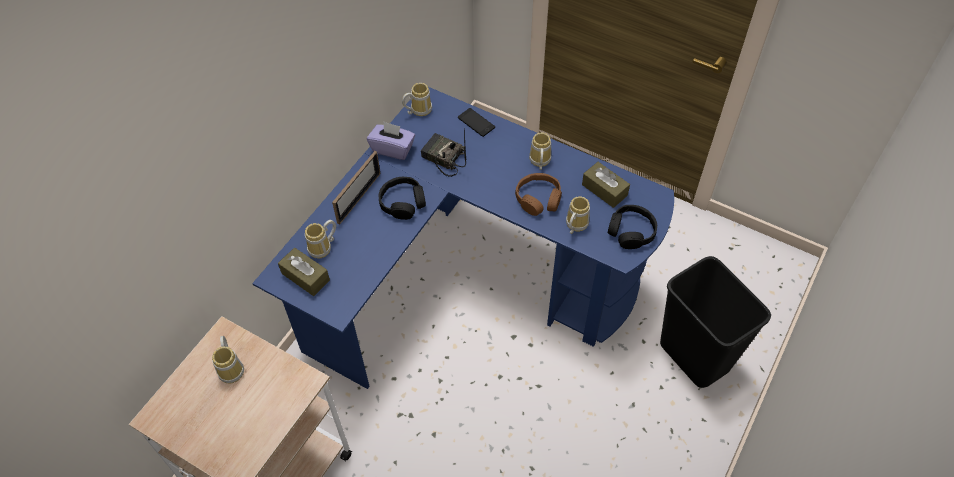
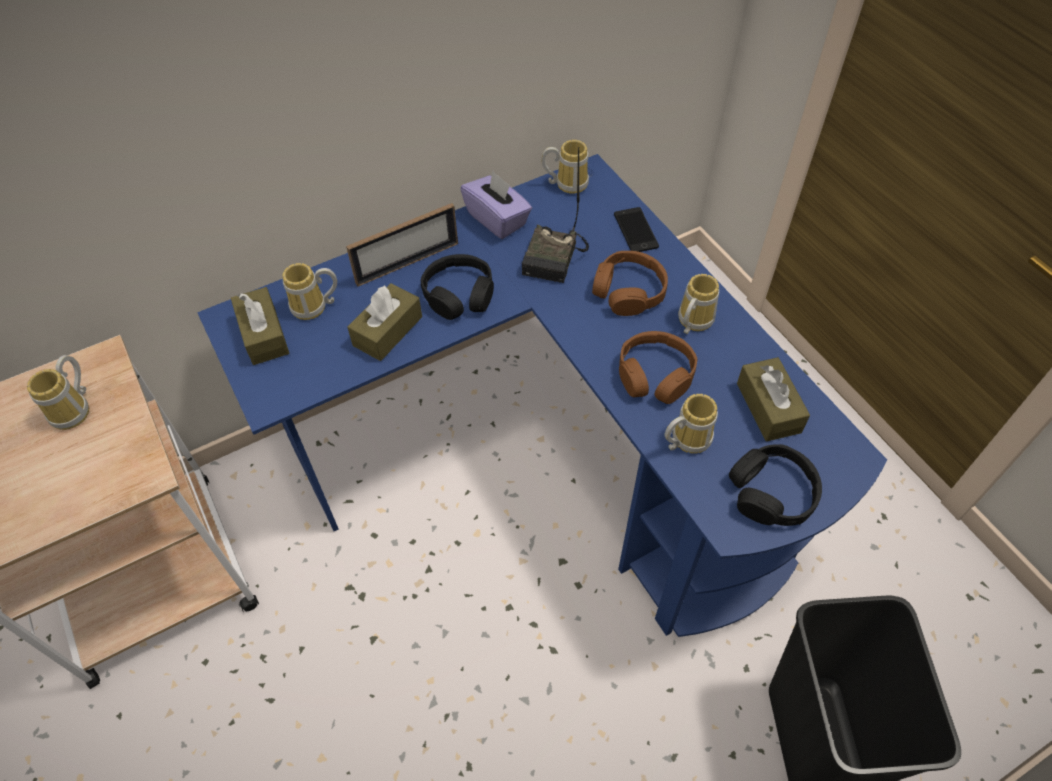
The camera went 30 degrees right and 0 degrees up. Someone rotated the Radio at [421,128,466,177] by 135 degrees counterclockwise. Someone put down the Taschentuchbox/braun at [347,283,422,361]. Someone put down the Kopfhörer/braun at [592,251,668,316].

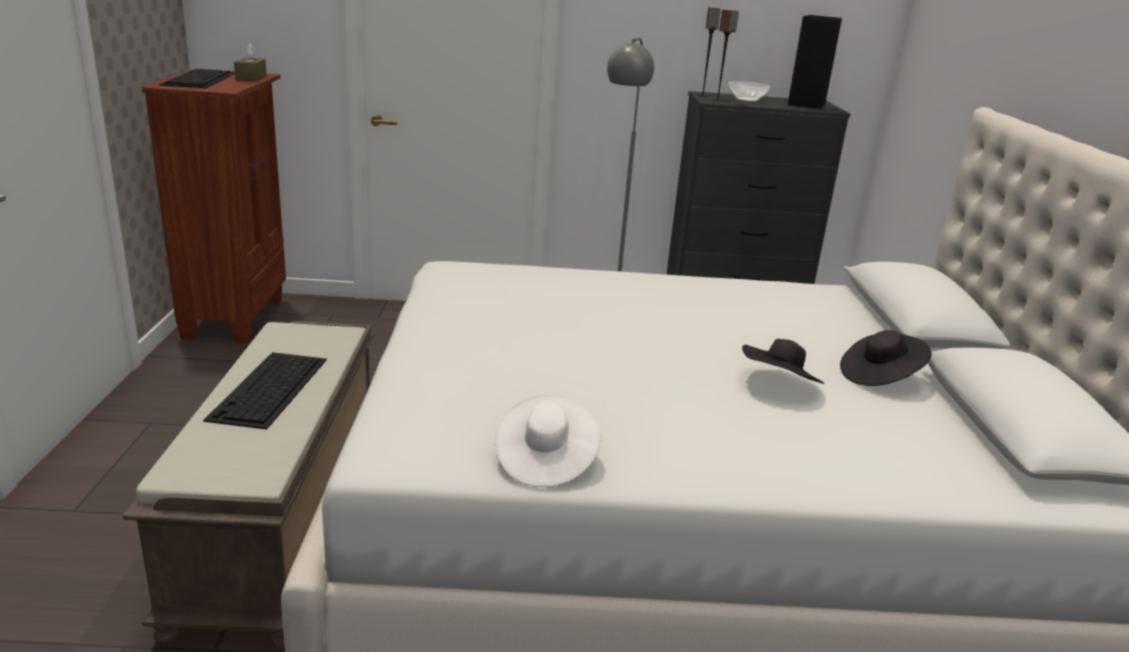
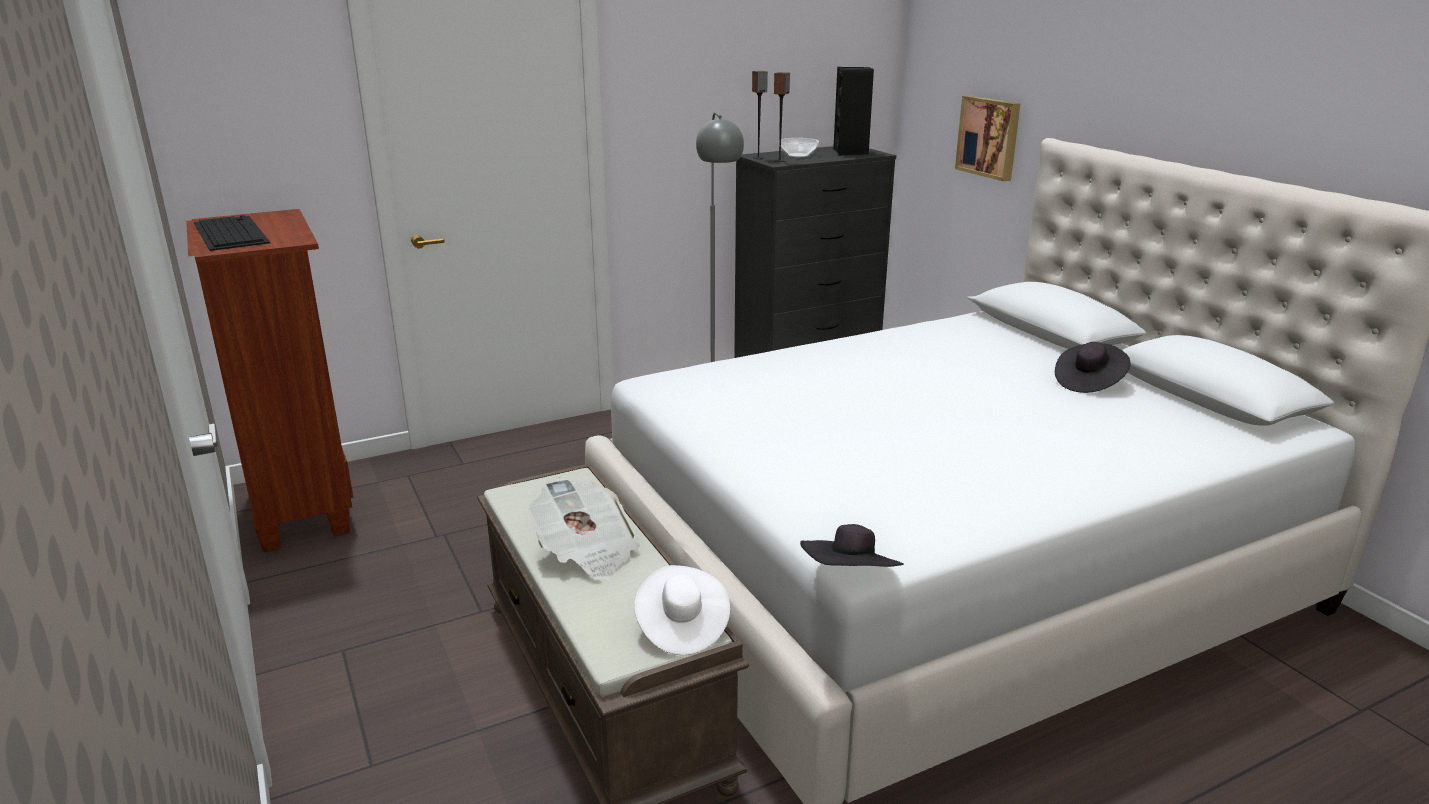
The camera went 25 degrees left and 0 degrees up. Someone swapped the Tastatur at [203,352,327,430] for the Zeitung at [529,478,640,581]. Someone took away the Taschentuchbox/braun at [234,43,267,81]. Someone carried the Hut/weiß from [495,394,601,487] to [634,565,730,655]. Someone carried the Hut/schwarz from [742,339,824,384] to [800,524,904,567]. Someone put up the Bild at [955,96,1021,181].

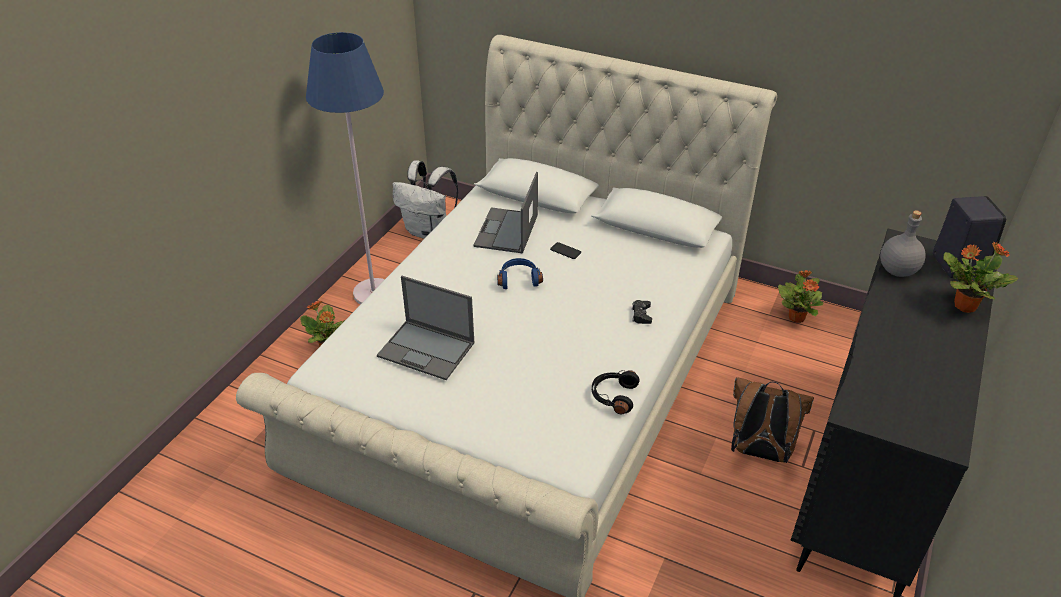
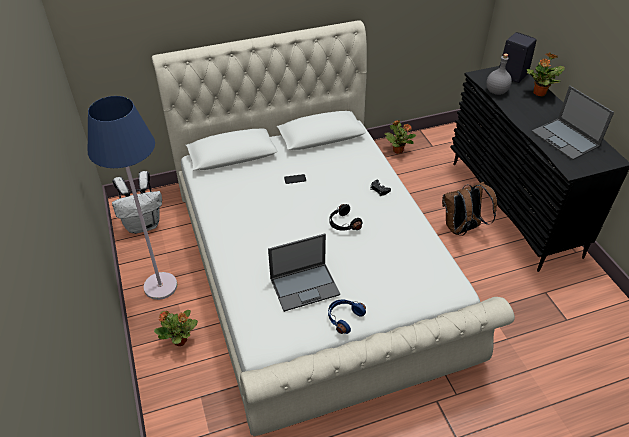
The camera went 45 degrees left and 5 degrees up. Someone carried the Laptop from [474,172,538,254] to [531,86,614,160]. Someone carried the Kopfhörer/blau from [497,258,543,289] to [328,299,366,334]. Someone carried the Kopfhörer/schwarz from [592,370,640,414] to [329,204,362,231].

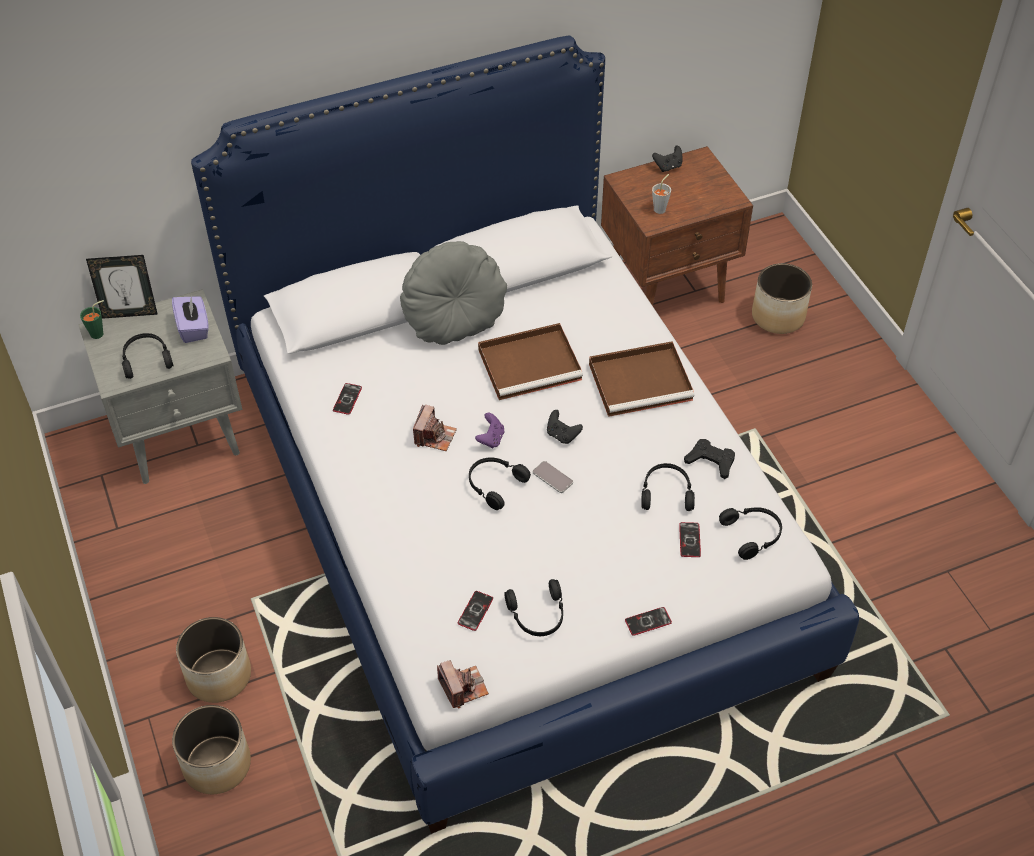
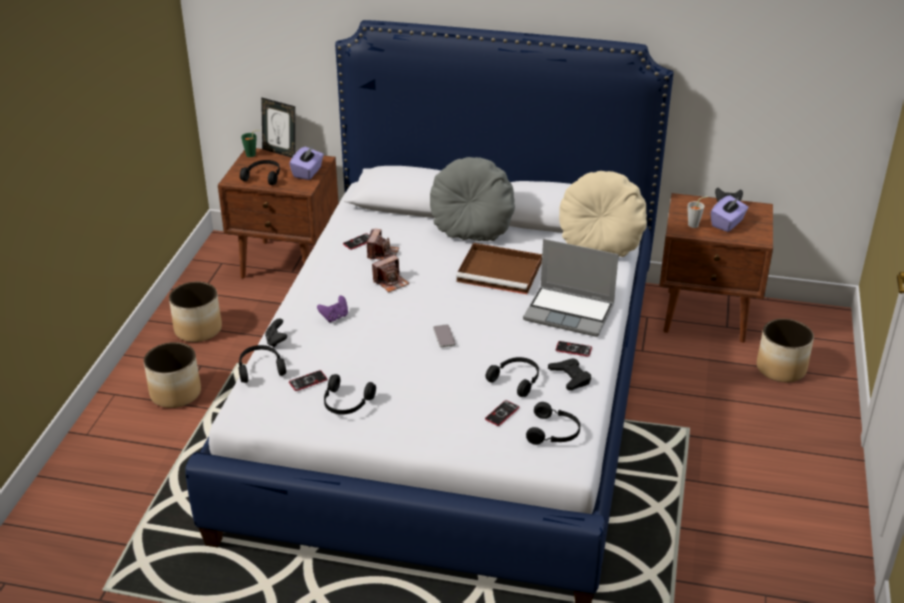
The camera went 35 degrees right and 15 degrees down. Someone repainted the Nachttisch/grau at [78,289,242,484], which became the Nachttisch/braun at [218,148,339,278]. Someone carried the Pflanzkübel from [172,705,251,794] to [169,282,222,342]. Someone carried the Kamera from [437,660,489,709] to [367,228,399,260]. Someone carried the Kopfhörer/schwarz from [469,457,531,510] to [238,345,286,383]. Someone carried the Gamepad/lila from [475,413,504,448] to [317,296,348,323]. Someone carried the Gamepad/schwarz from [547,410,583,444] to [265,318,287,348]. Someone swapped the Tablett/braun at [589,341,694,417] for the Laptop at [523,239,619,337]. Someone carried the Handy from [625,607,672,636] to [556,341,592,356]. Someone put down the Kissen/beige at [559,171,647,257]. Someone put down the Taschentuchbox/lila at [711,195,748,232].

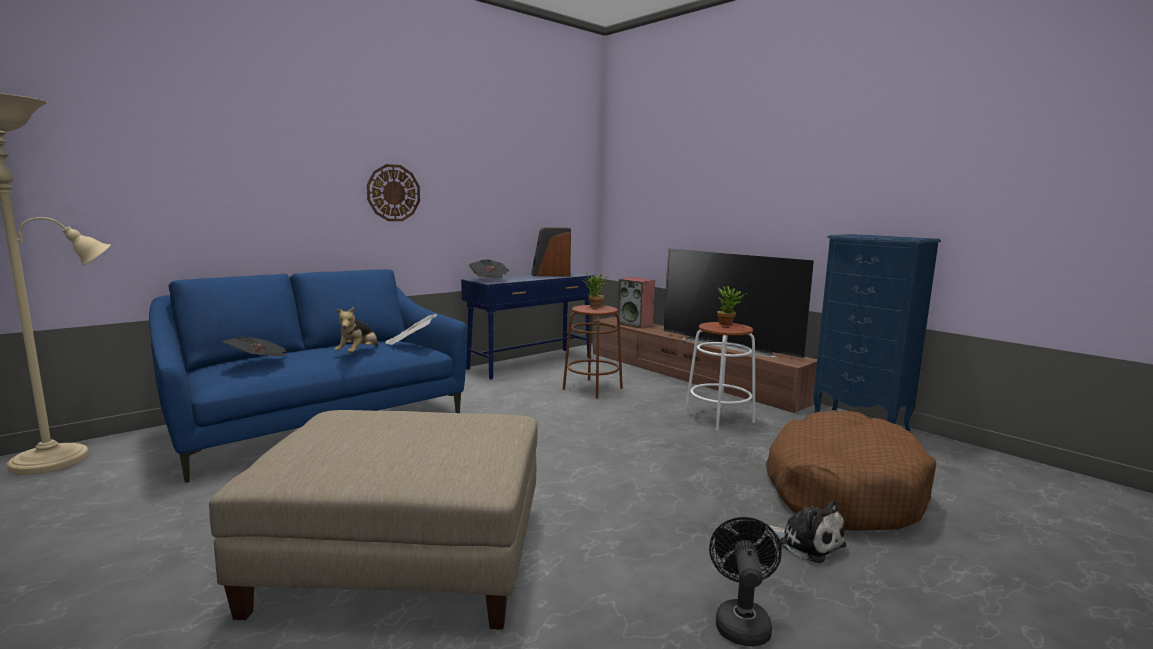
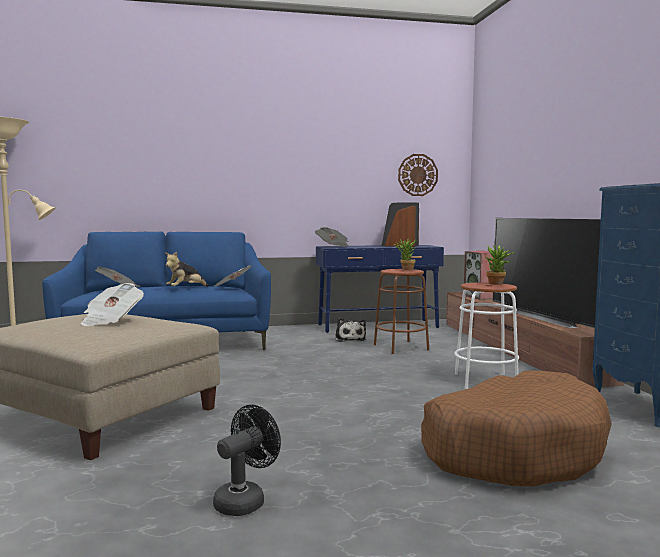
The camera went 30 degrees right and 5 degrees down. Someone carried the Wanduhr from [367,164,420,221] to [398,154,438,196]. Someone carried the Plüschtier from [766,500,846,563] to [335,318,366,342]. Someone put down the Zeitung at [81,283,144,326].

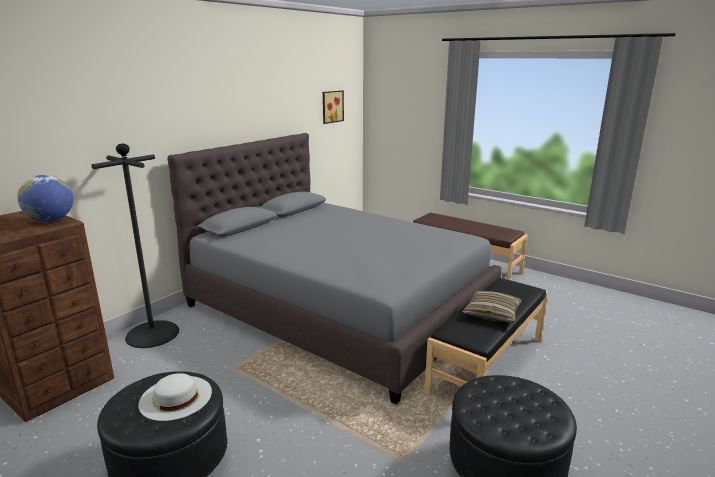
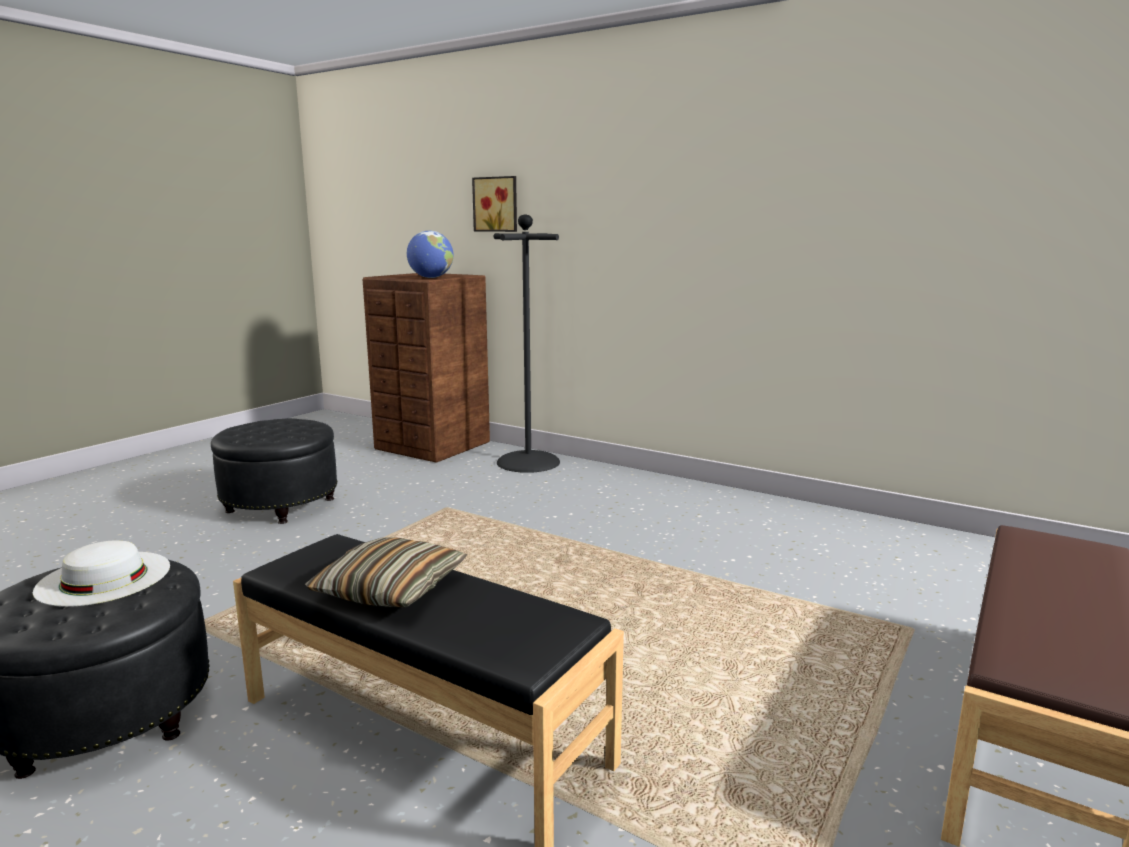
The camera went 85 degrees right and 5 degrees down. Someone carried the Hut/weiß from [138,373,212,421] to [33,541,170,607]. Someone took away the Bett/grau at [168,133,502,404]. Someone carried the Bild from [323,90,344,124] to [472,176,517,232].

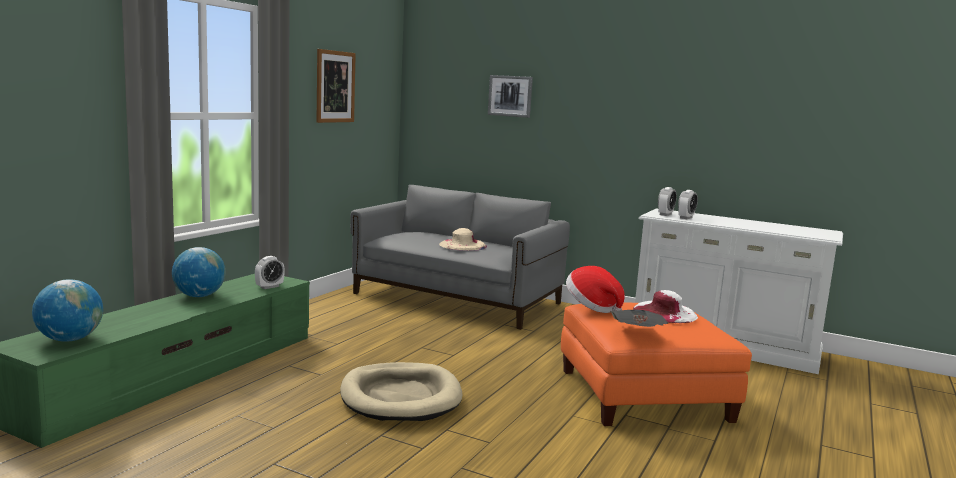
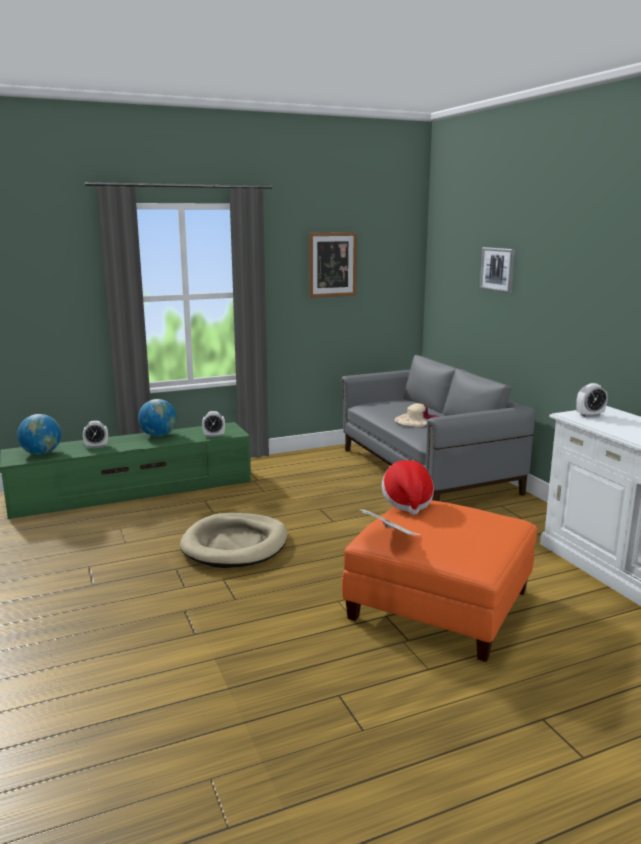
The camera went 40 degrees right and 5 degrees up. Someone took away the Hut/weiß at [633,290,698,323]. Someone carried the Wecker from [678,190,698,219] to [83,421,108,448].

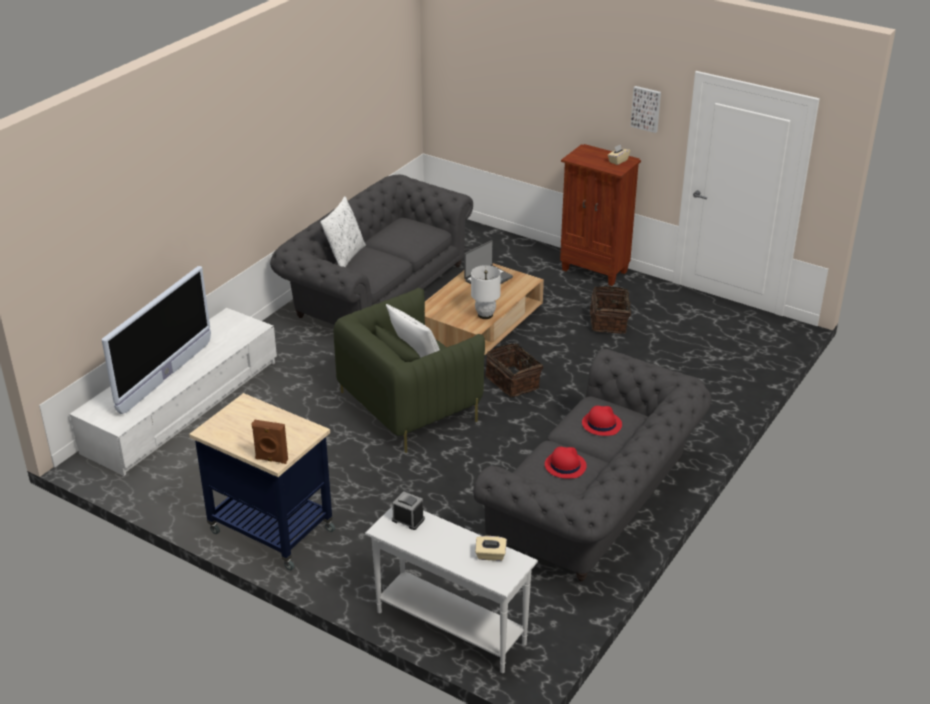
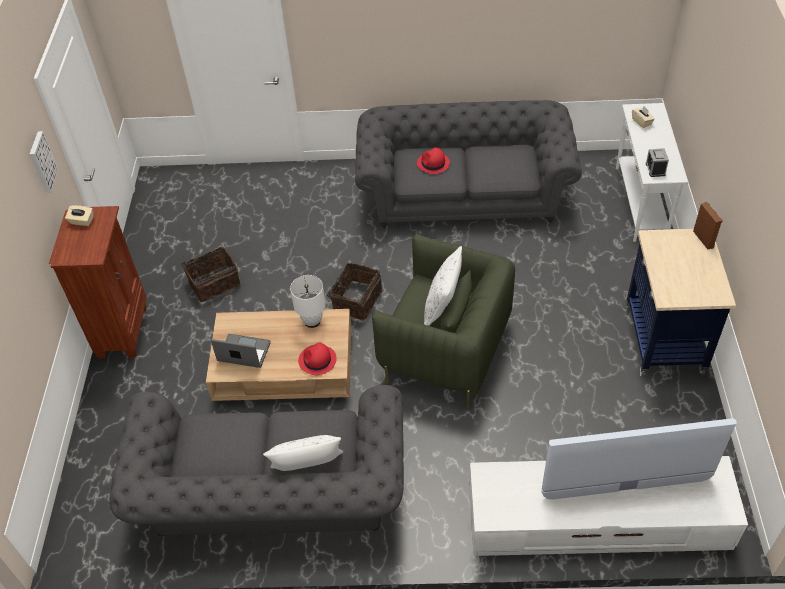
The camera went 120 degrees left and 15 degrees up. Someone carried the Hut/rot from [545,447,587,478] to [298,342,337,375].

